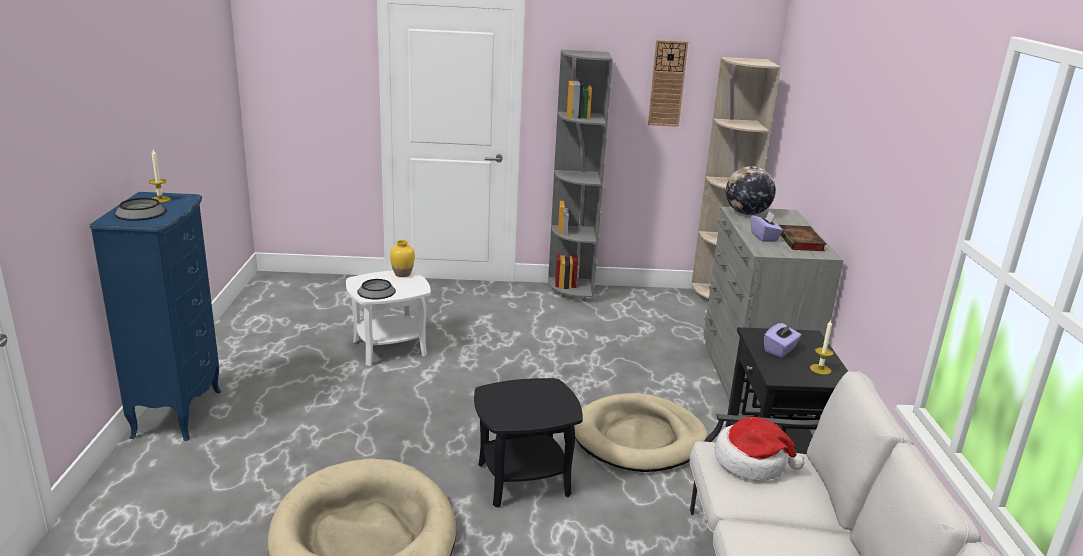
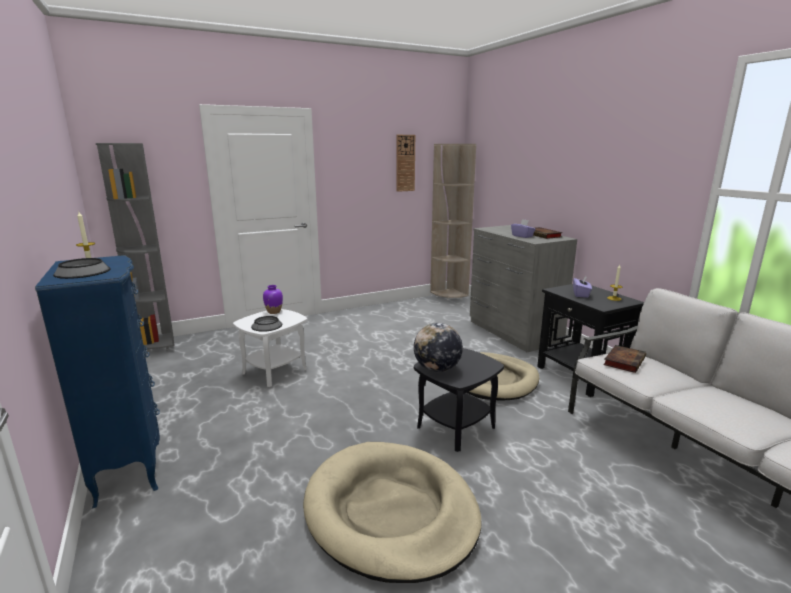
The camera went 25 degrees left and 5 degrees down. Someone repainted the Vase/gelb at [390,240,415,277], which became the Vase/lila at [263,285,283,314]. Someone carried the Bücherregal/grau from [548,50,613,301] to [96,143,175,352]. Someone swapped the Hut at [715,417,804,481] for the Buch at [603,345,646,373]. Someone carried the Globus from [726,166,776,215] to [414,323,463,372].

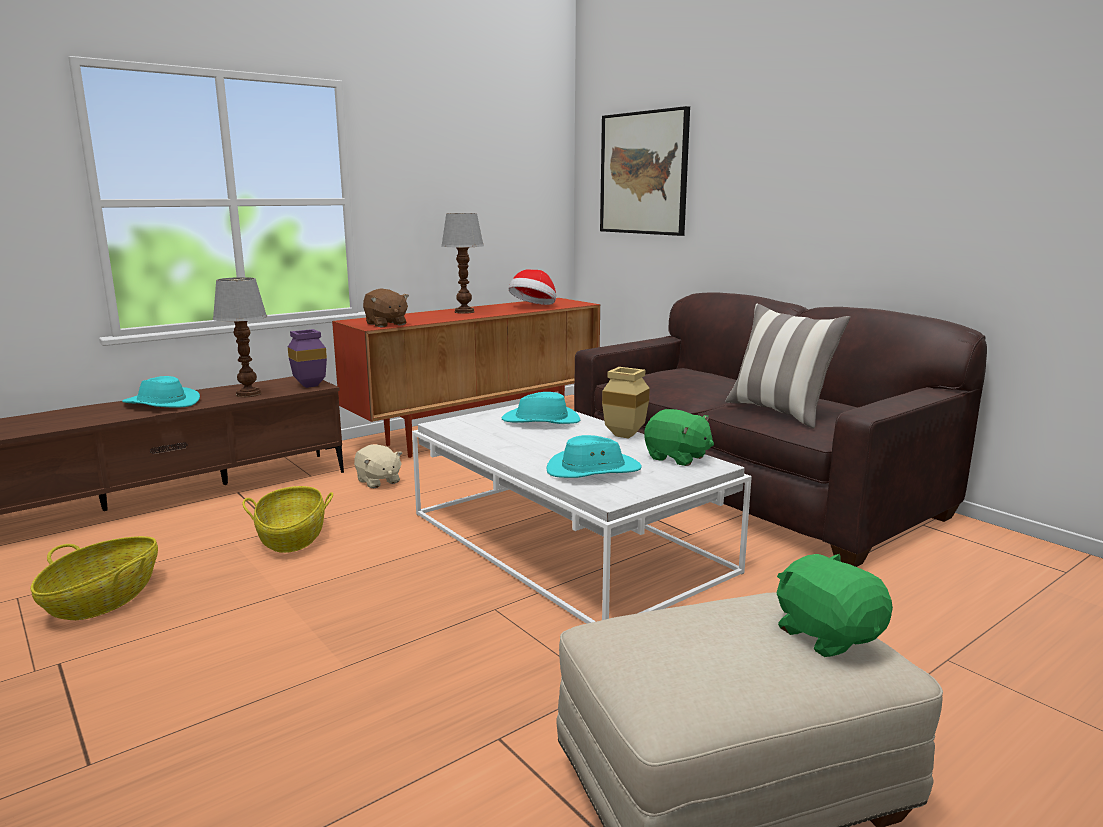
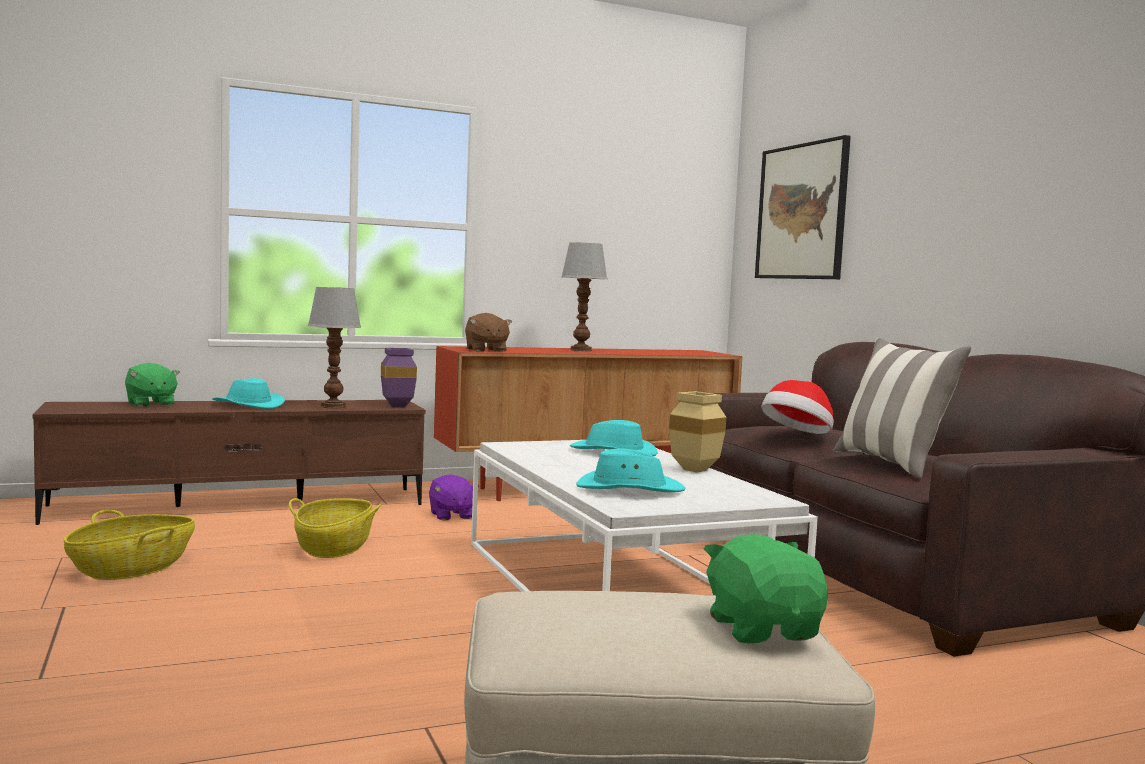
The camera went 15 degrees right and 10 degrees down. Someone repainted the Plüschtier/beige at [354,444,402,488], which became the Plüschtier/lila at [429,474,479,521]. Someone carried the Hut from [509,270,556,305] to [761,380,834,434]. Someone carried the Plüschtier/grün from [644,409,714,466] to [125,363,180,407].

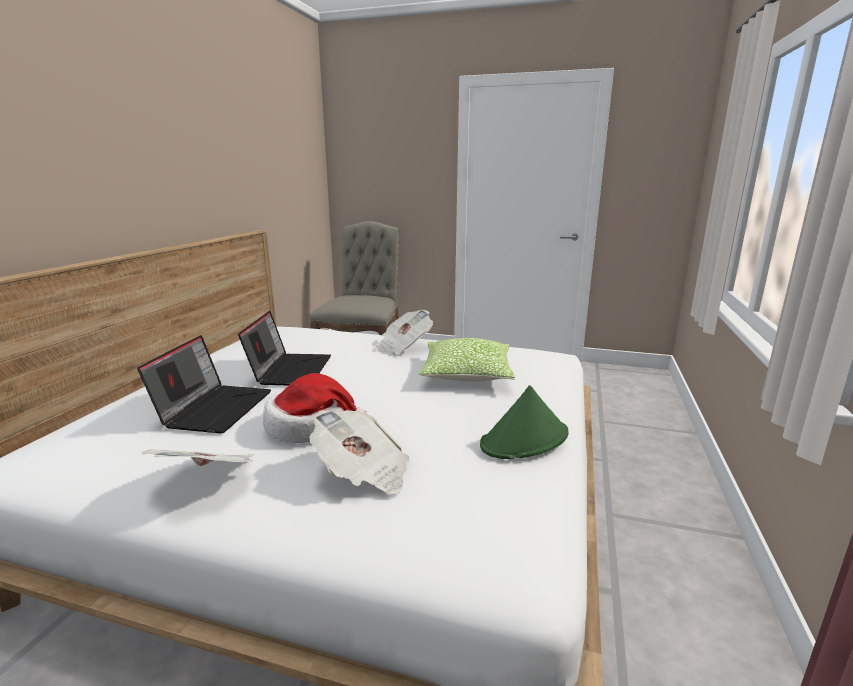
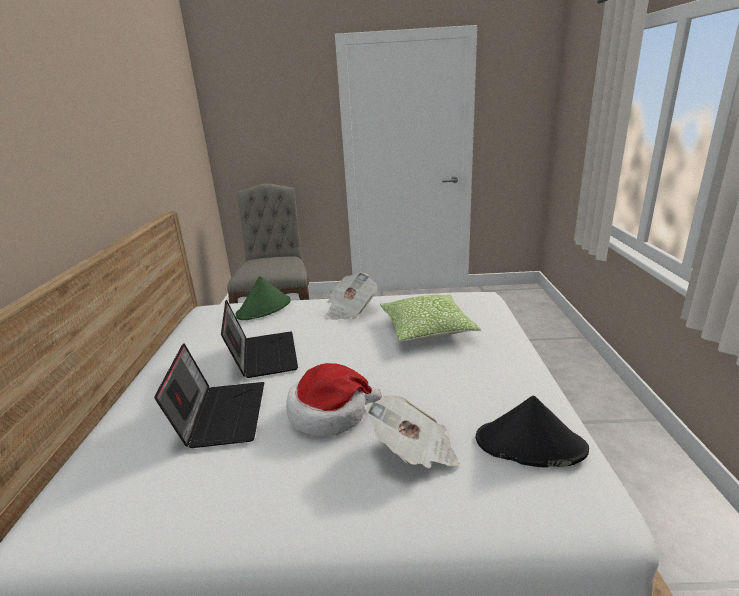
The camera went 15 degrees left and 5 degrees up. Someone took away the Zeitung at [141,450,254,466]. Someone carried the Hut/grün from [480,386,569,459] to [236,276,291,320]. Someone put down the Hut/schwarz at [476,396,589,468].

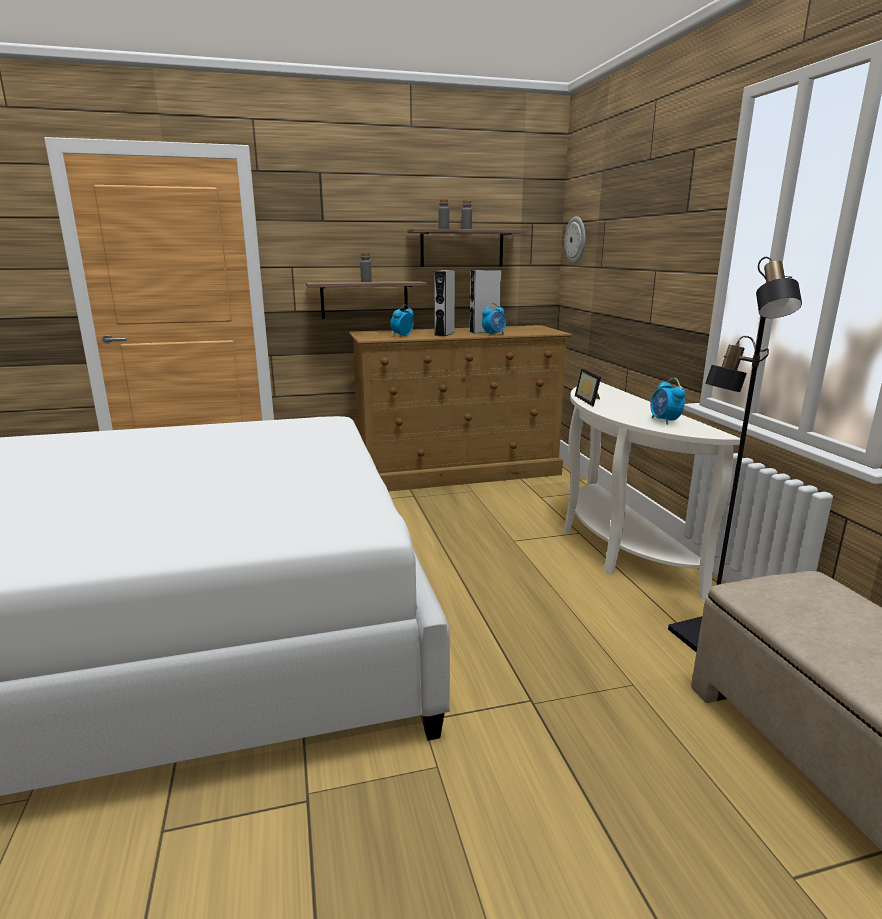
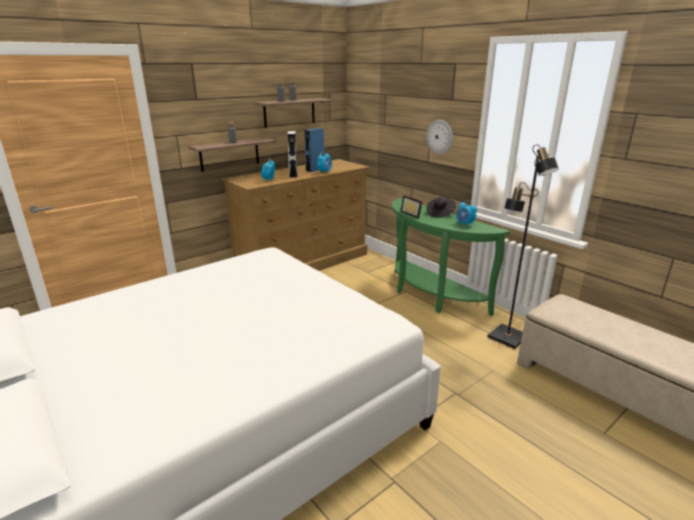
The camera went 25 degrees left and 5 degrees up. Someone repainted the Lautsprecher/grau at [470,270,501,333], which became the Lautsprecher/blau at [304,128,324,172]. Someone carried the Wanduhr from [564,216,585,263] to [427,120,453,154]. Someone repainted the Konsolentisch/weiß at [564,382,741,599], which became the Konsolentisch/grün at [392,198,510,316]. Someone put down the Hut/schwarz at [427,197,456,218].

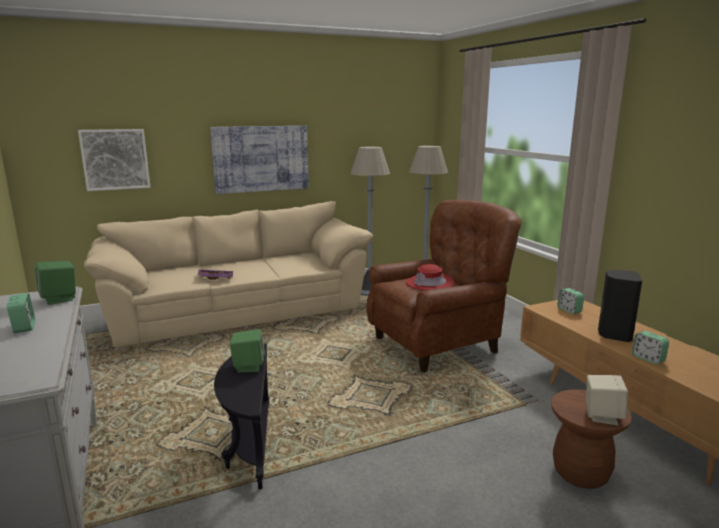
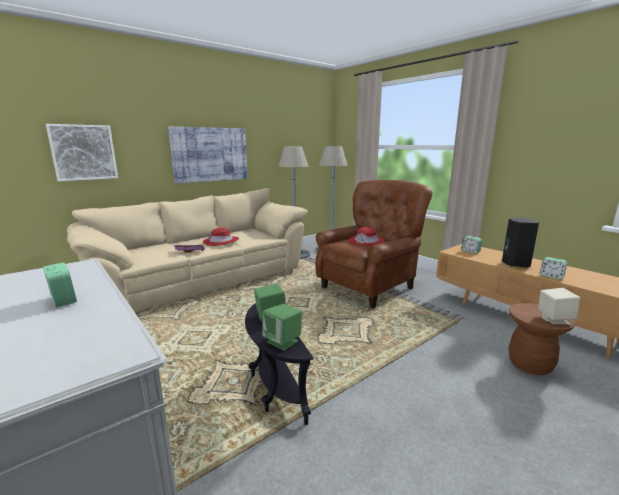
The camera went 15 degrees left and 0 degrees up. Someone carried the Lautsprecher/grün from [35,261,76,305] to [262,304,302,351]. Someone put down the Hut/rot at [203,228,239,246].

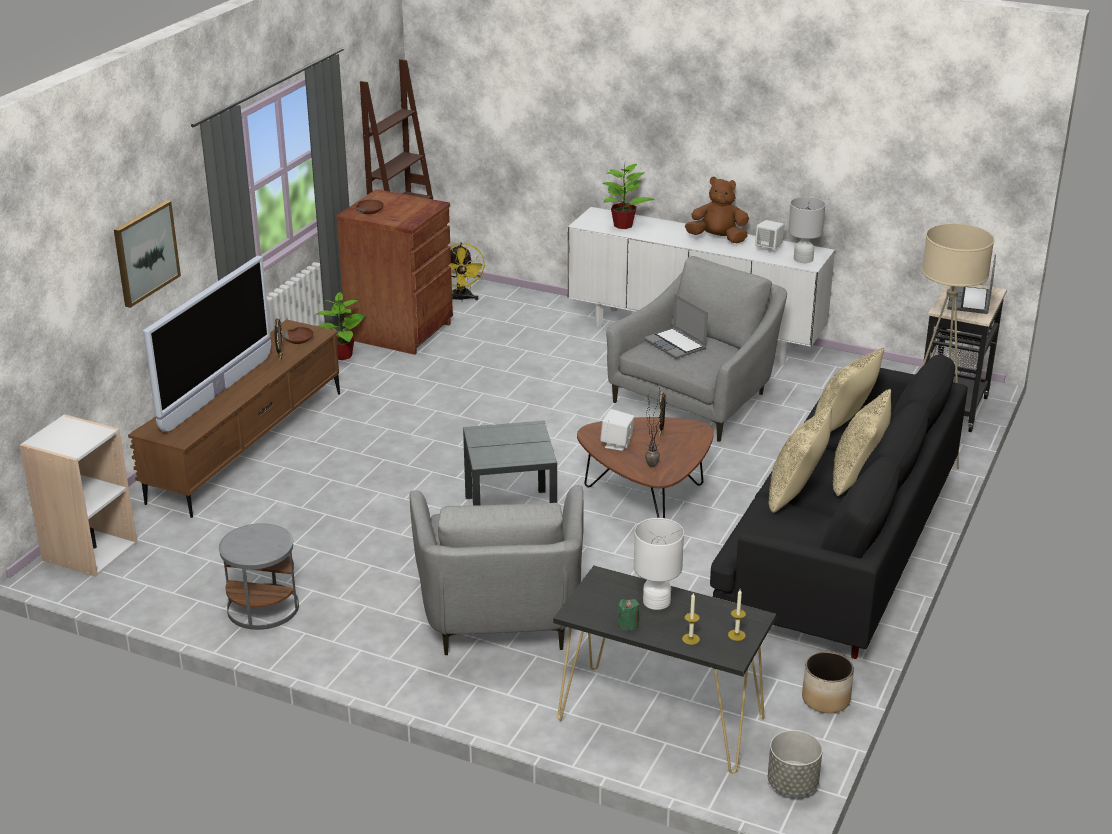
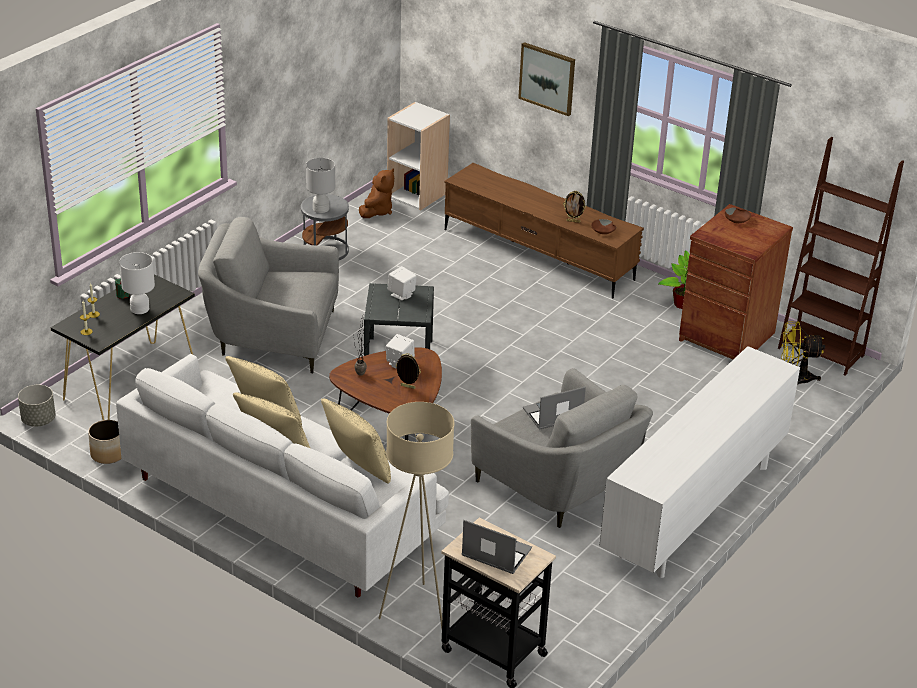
The camera went 100 degrees right and 5 degrees up. Someone took away the Fernseher at [143,256,271,432]. Someone took away the Topfpflanze at [603,164,655,229]. Someone carried the Plüschtier/braun from [685,177,749,243] to [359,168,394,218]. Someone repainted the Sofa/schwarz at [710,354,968,659], which became the Sofa/weiß at [116,354,449,597]. Someone carried the Lautsprecher/weiß from [755,220,784,254] to [387,266,417,301]. Someone carried the Tischlampe/grau from [788,197,825,263] to [306,158,335,213].

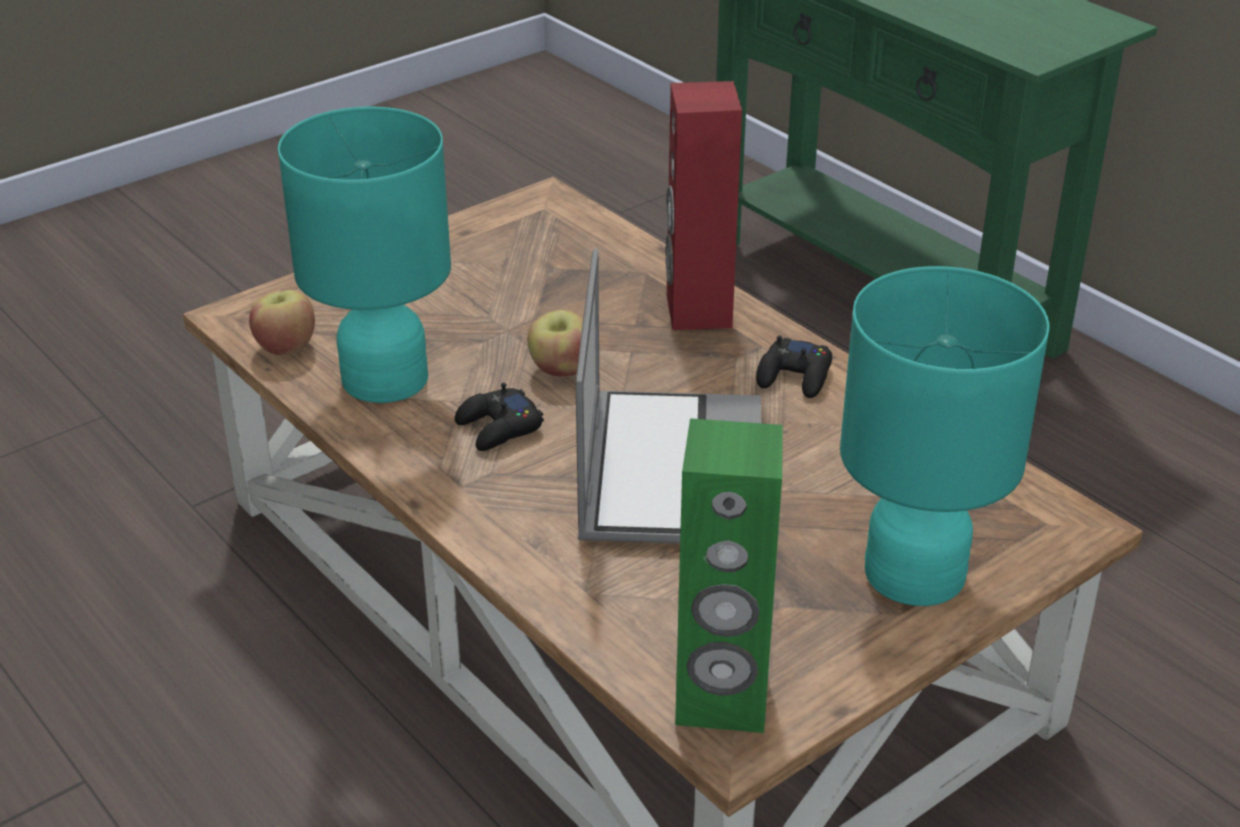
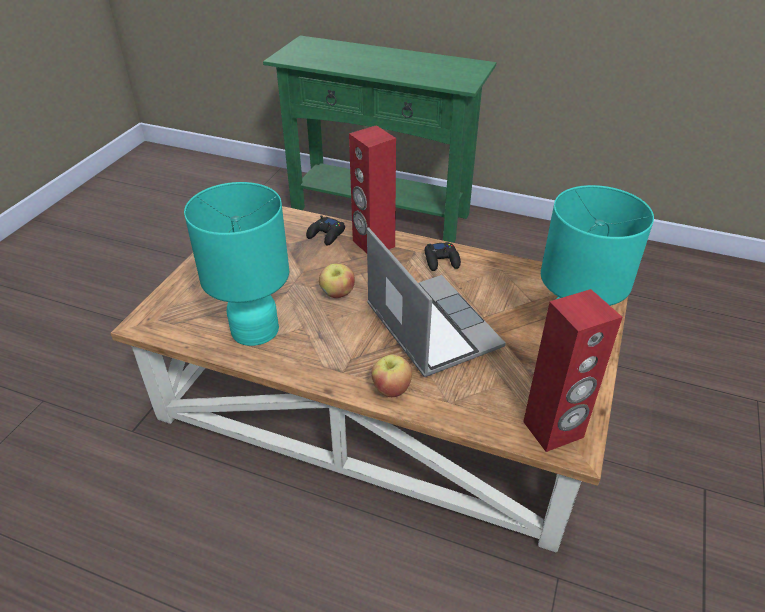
The camera went 30 degrees left and 5 degrees up. Someone carried the Apfel from [249,290,315,355] to [371,354,412,397]. Someone carried the Gamepad/schwarz from [455,383,544,451] to [306,215,345,246]. Someone repainted the Lautsprecher/grün at [675,418,783,733], which became the Lautsprecher/rot at [523,289,622,452].

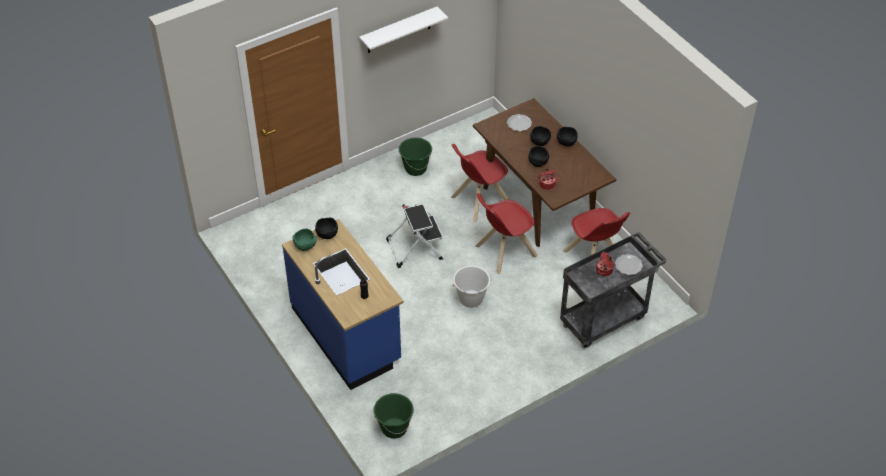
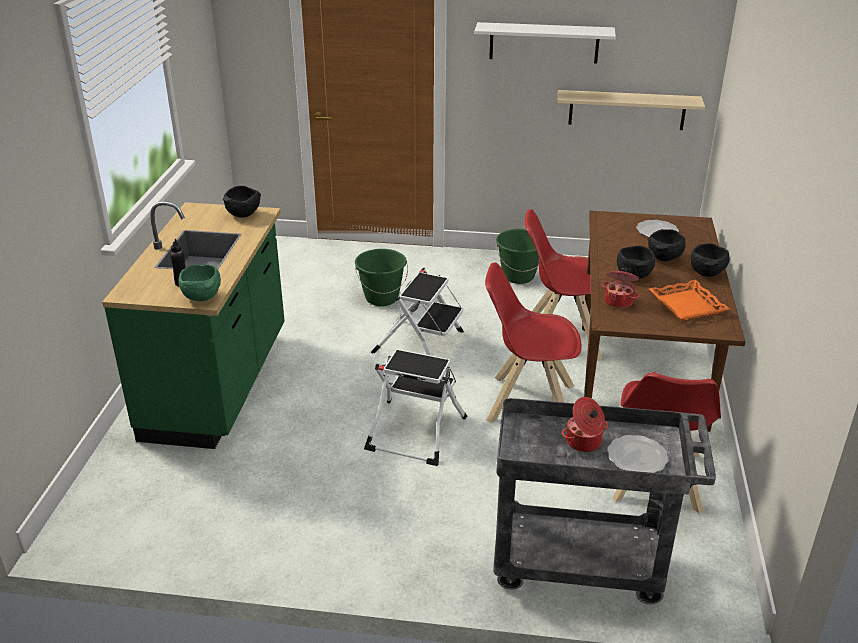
The camera went 40 degrees right and 15 degrees down. Someone repainted the Küchenzeile/blau at [282,219,404,390], which became the Küchenzeile/grün at [102,201,285,449]. Someone carried the Schüssel/grün from [292,228,317,251] to [178,264,221,301]. Someone carried the Eimer/grün from [373,393,414,439] to [355,249,408,306]. Someone swapped the Eimer/weiß at [452,266,490,308] for the Trittleiter at [364,349,467,466]. Someone put up the Wandregal/beige at [557,90,705,130]. Someone put down the Tablett/orange at [649,280,729,321].

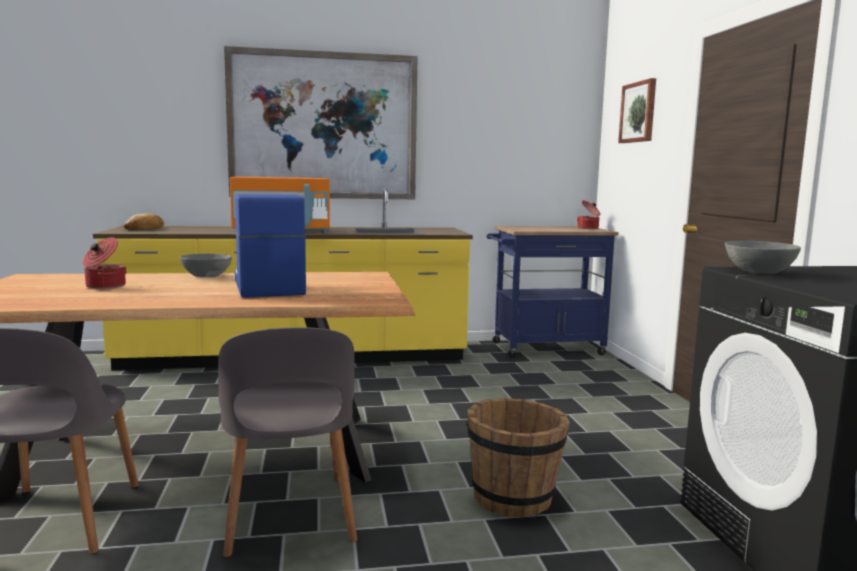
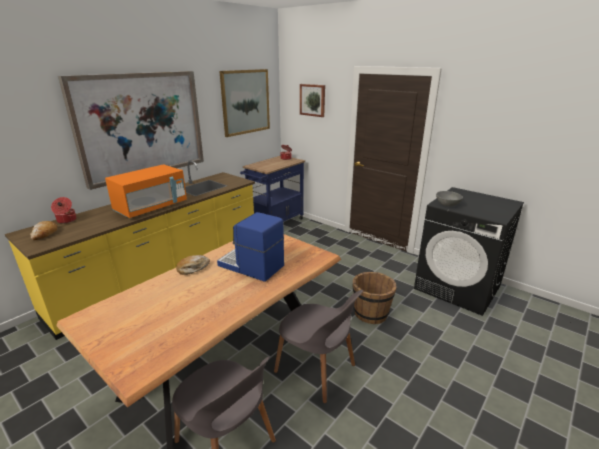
The camera went 40 degrees left and 15 degrees up. Someone carried the Kochtopf from [82,237,127,289] to [51,197,76,224]. Someone swapped the Schüssel/grau at [180,254,232,277] for the Brot at [176,255,210,275]. Someone put up the Bild at [219,69,270,137].

